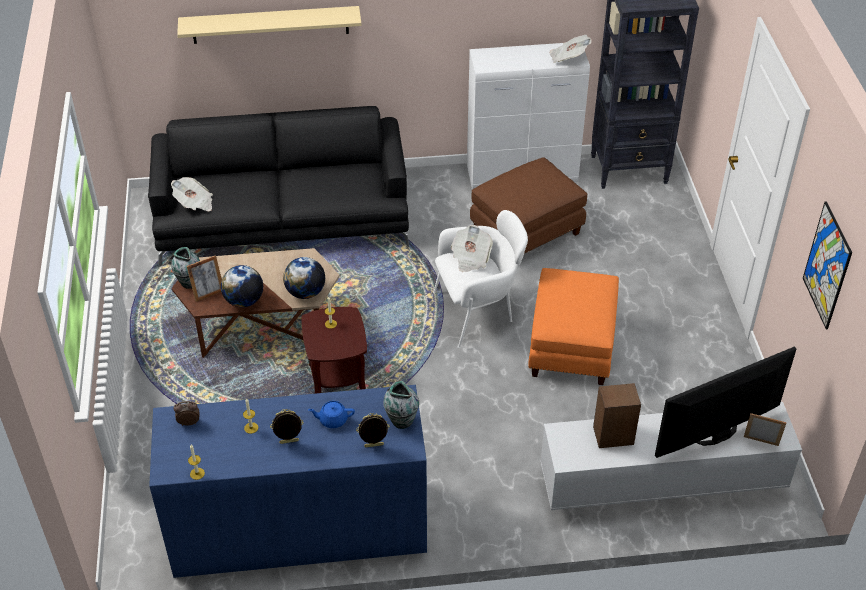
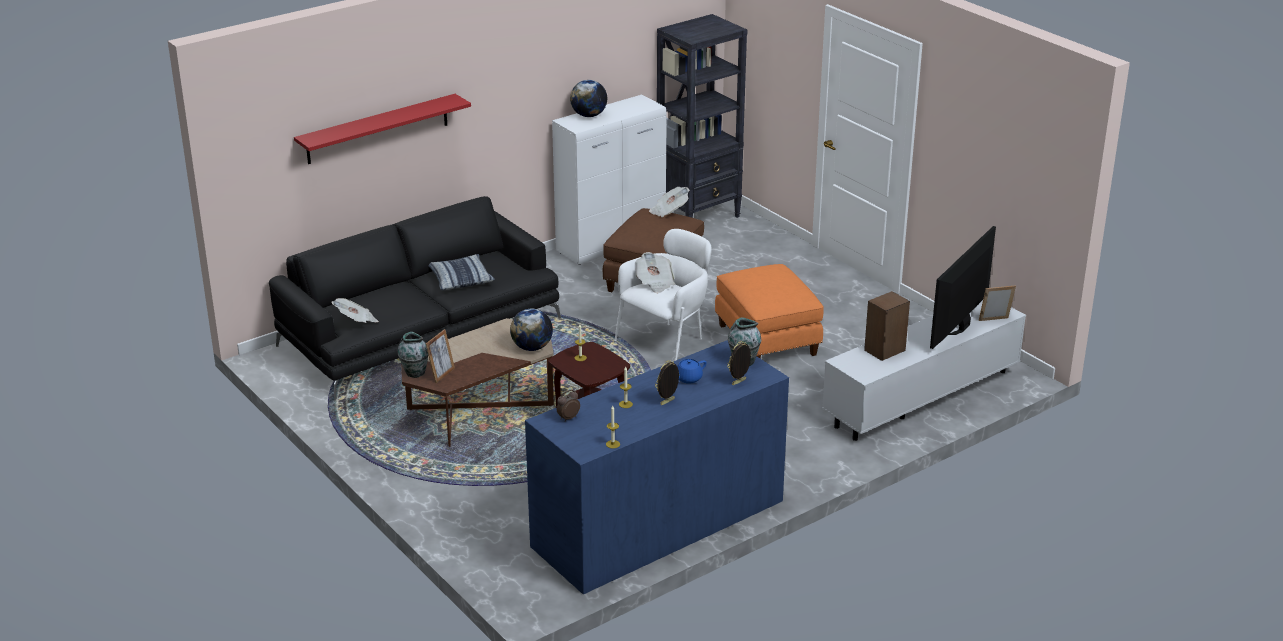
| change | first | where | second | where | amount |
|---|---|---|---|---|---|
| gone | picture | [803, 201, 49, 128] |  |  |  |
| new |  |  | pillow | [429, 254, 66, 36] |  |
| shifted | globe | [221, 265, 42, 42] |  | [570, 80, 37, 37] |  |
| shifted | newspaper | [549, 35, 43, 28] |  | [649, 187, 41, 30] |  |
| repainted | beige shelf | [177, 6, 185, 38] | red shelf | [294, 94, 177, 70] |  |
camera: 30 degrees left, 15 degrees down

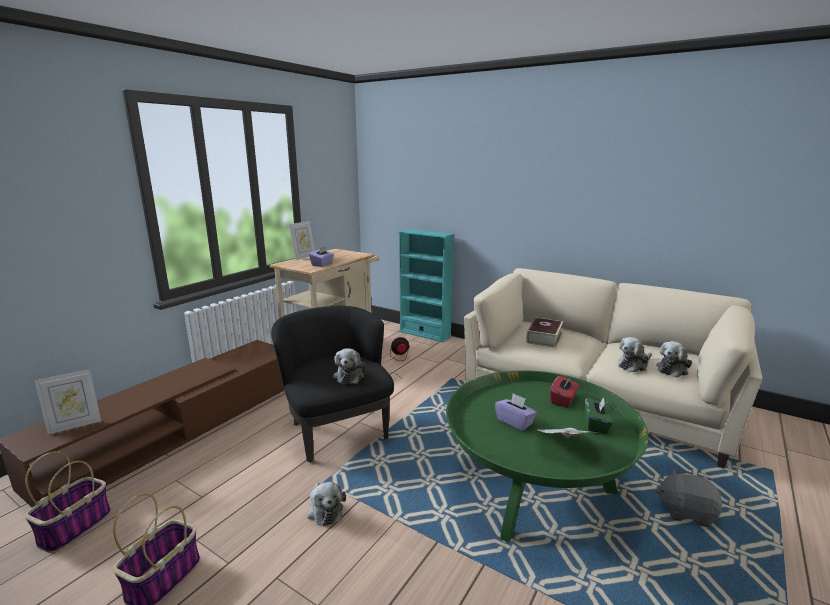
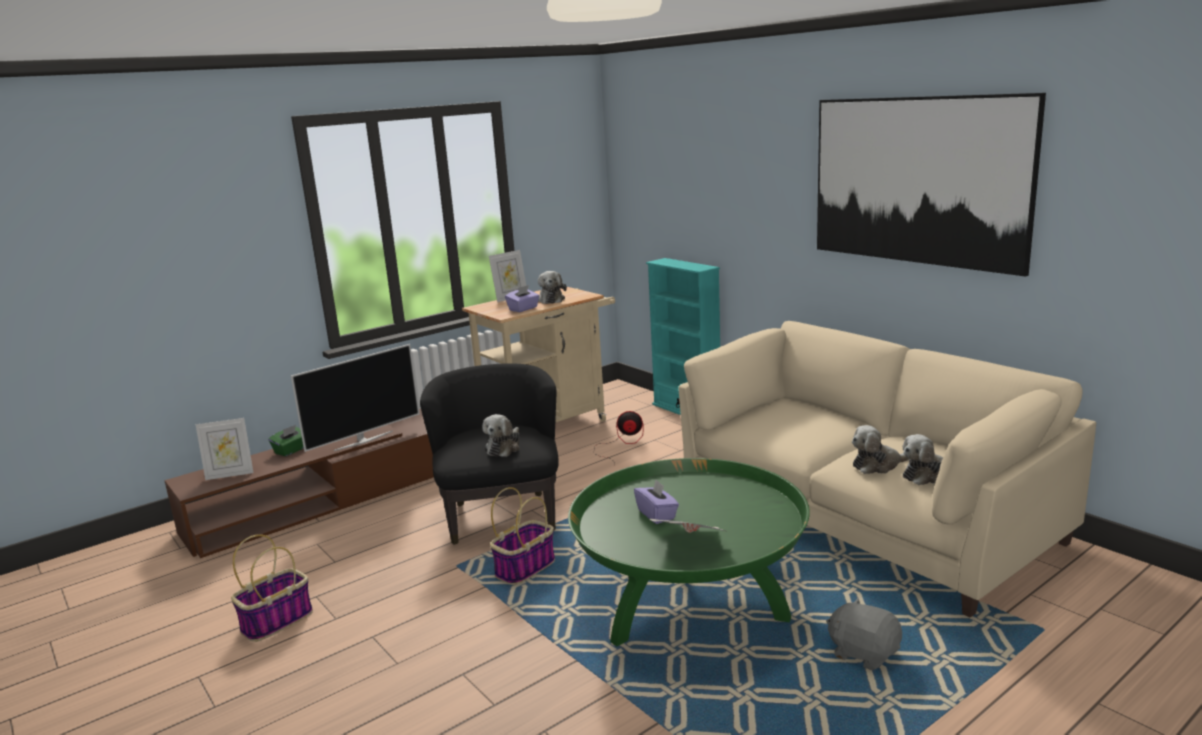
| change | first | where | second | where | amount |
|---|---|---|---|---|---|
| gone | book | [526, 317, 37, 31] |  |  |  |
| gone | red tissue box | [550, 376, 29, 32] |  |  |  |
| new |  |  | television | [291, 344, 129, 108] |  |
| new |  |  | picture | [817, 93, 229, 184] |  |
| shifted | basket | [25, 451, 86, 102] |  | [490, 487, 65, 98] |  |
| shifted | plush toy | [307, 482, 39, 45] |  | [538, 271, 29, 33] |  |
| shifted | green tissue box | [585, 397, 28, 37] |  | [269, 425, 35, 31] |  |
camera: 20 degrees right, 0 degrees up

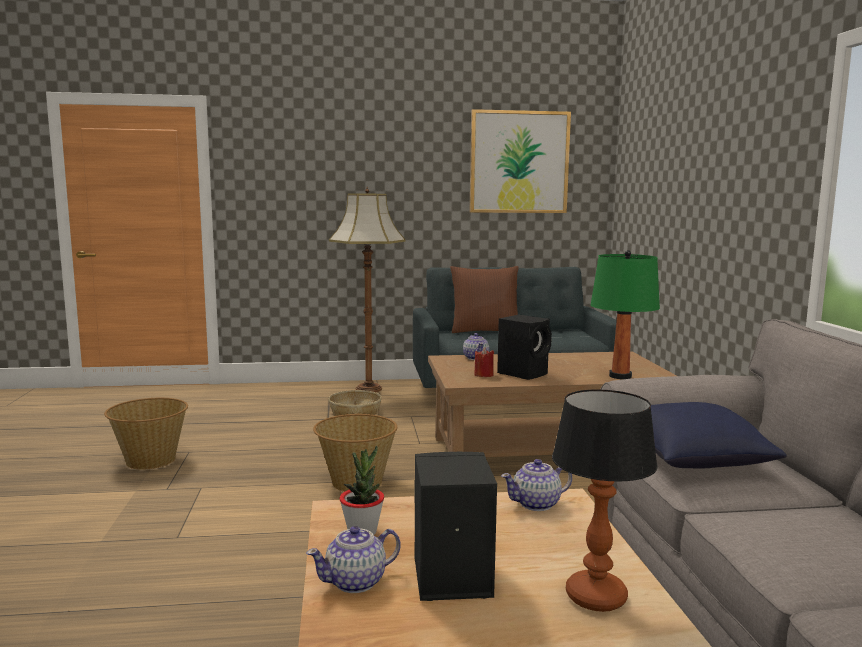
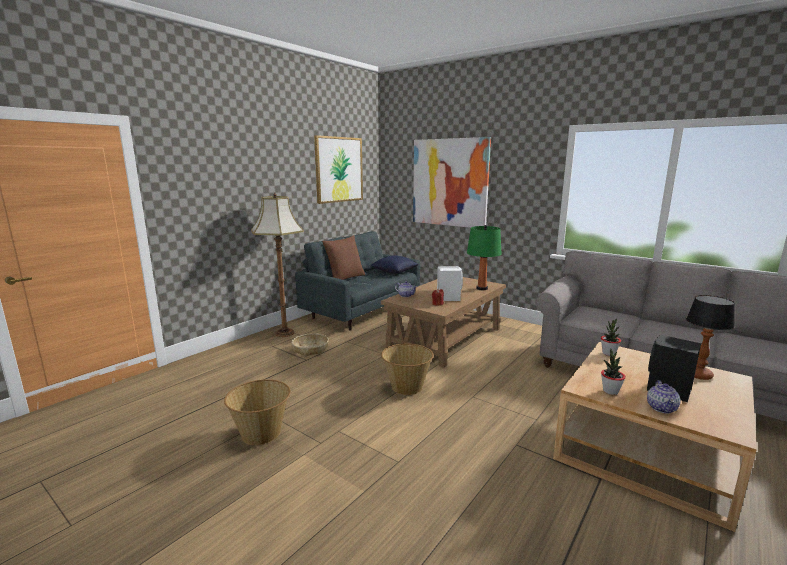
| change | first | where | second | where | amount |
|---|---|---|---|---|---|
| new |  |  | picture | [413, 137, 78, 91] |  |
| shifted | blue pillow | [651, 402, 135, 67] |  | [370, 255, 49, 19] |  |
| swapped | teapot | [501, 459, 71, 52] | potted plant | [601, 318, 20, 38] |  |
| repainted | black speaker | [497, 315, 55, 65] | white speaker | [437, 266, 26, 35] |  |
camera: 45 degrees left, 5 degrees up

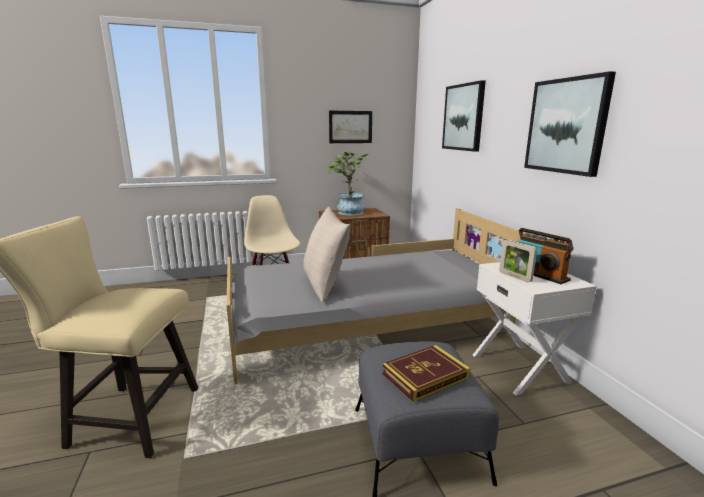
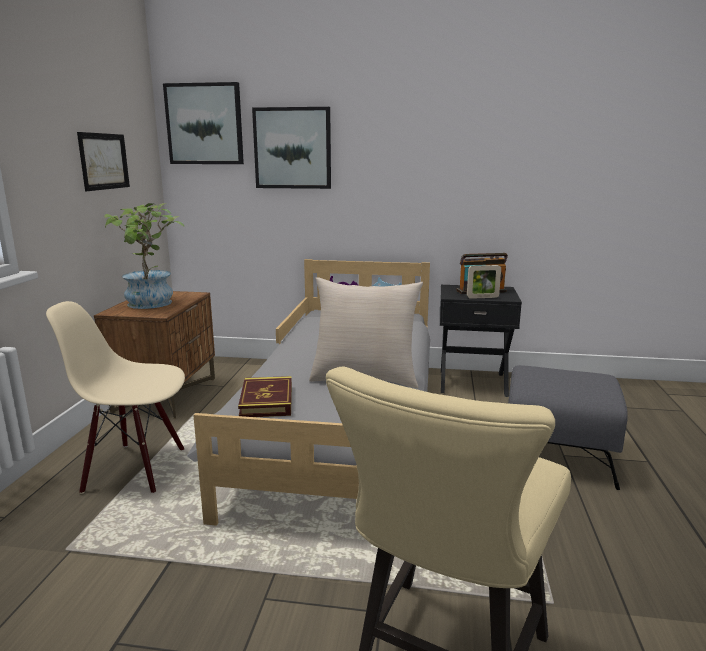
| change | first | where | second | where | amount |
|---|---|---|---|---|---|
| shifted | book | [382, 345, 88, 57] |  | [238, 376, 54, 41] |  |
| shifted | picture | [524, 71, 92, 106] |  | [163, 82, 81, 82] |  |
| repainted | white nightstand | [473, 262, 124, 134] | black nightstand | [440, 285, 82, 112] |  |
camera: 65 degrees left, 0 degrees up

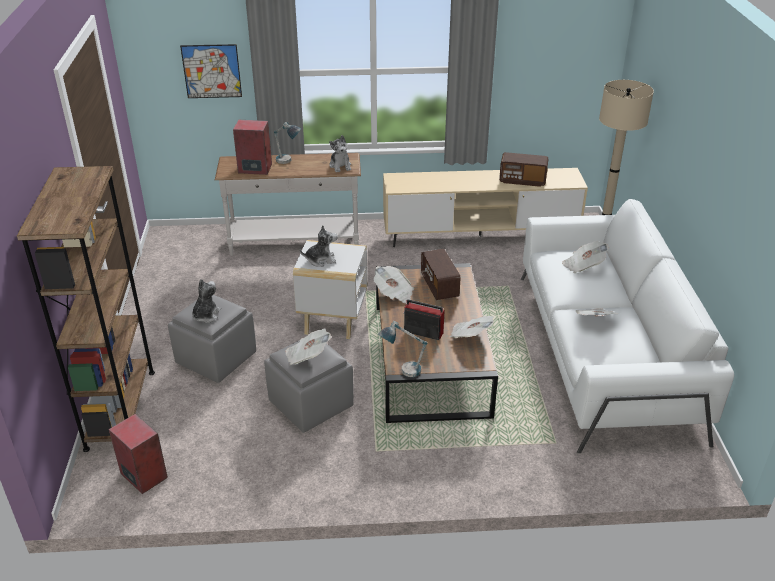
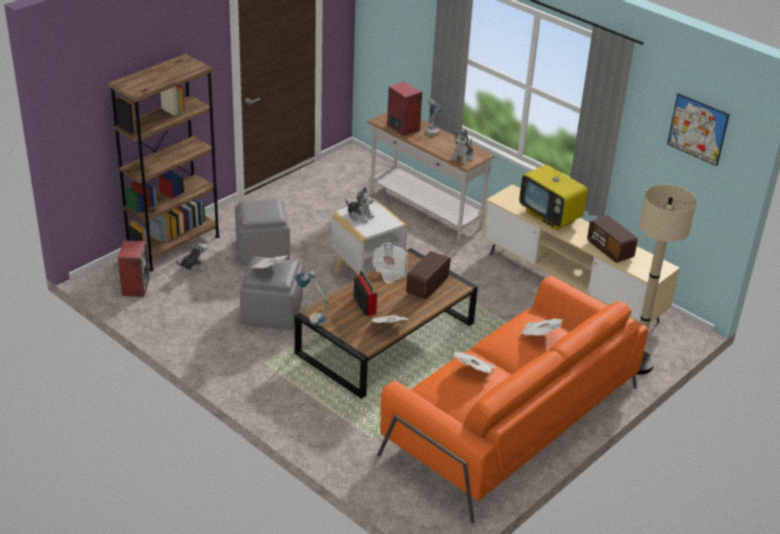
| change | first | where | second | where | amount |
|---|---|---|---|---|---|
| new |  |  | television | [519, 153, 69, 77] |  |
| shifted | picture | [180, 44, 62, 54] |  | [667, 93, 63, 73] |  |
| shifted | plush toy | [192, 279, 29, 44] |  | [176, 238, 32, 36] |  |
| repainted | white sofa | [521, 199, 213, 254] | orange sofa | [377, 276, 272, 247] |  |
camera: 45 degrees right, 0 degrees up

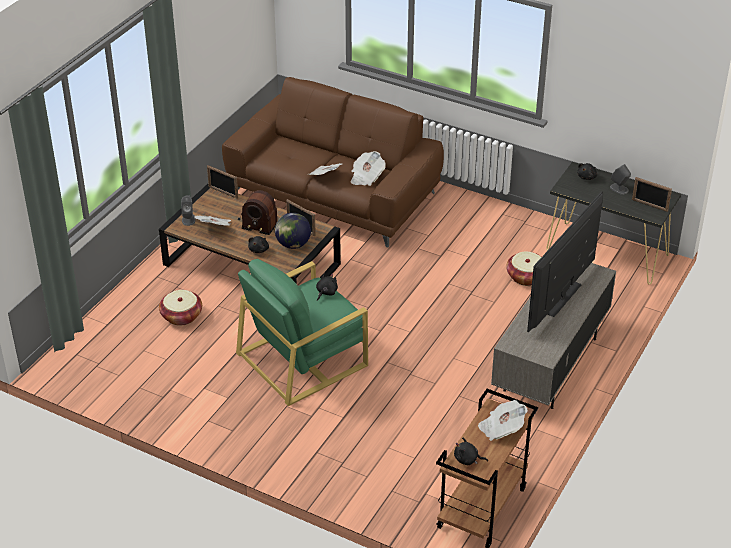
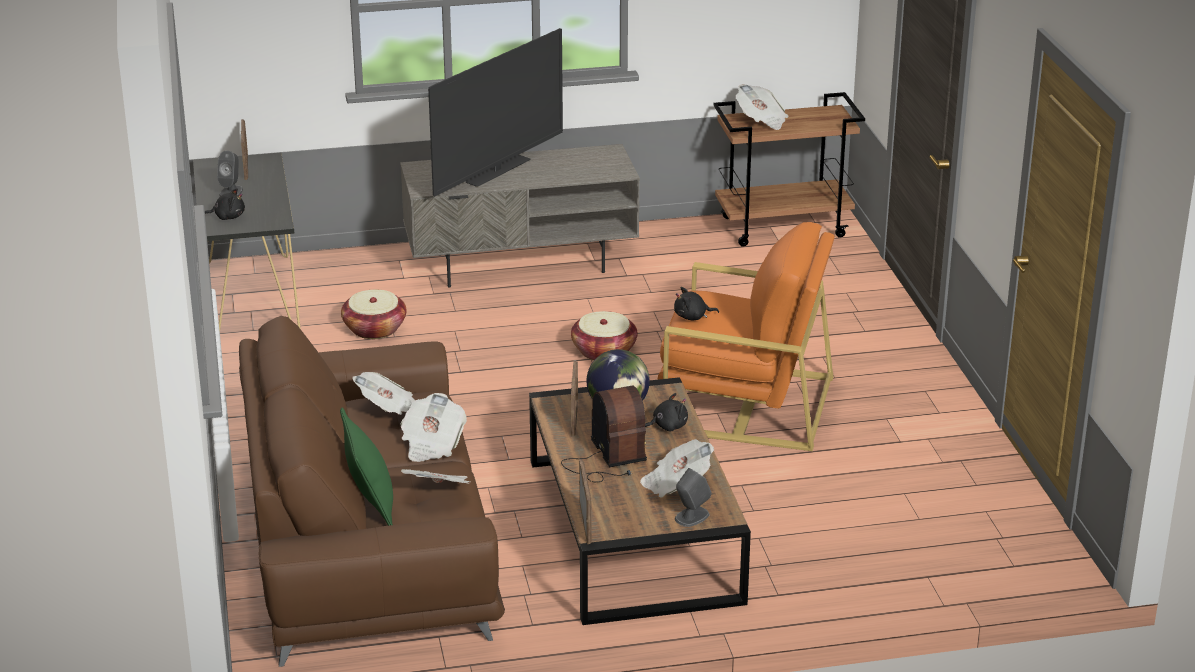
| change | first | where | second | where | amount |
|---|---|---|---|---|---|
| gone | black plush toy | [454, 438, 34, 27] |  |  |  |
| new |  |  | green pillow | [340, 408, 53, 118] |  |
| new |  |  | newspaper | [401, 469, 69, 15] |  |
| shifted | basket | [159, 290, 43, 36] |  | [571, 311, 66, 50] |  |
| repainted | green armchair | [236, 259, 132, 147] | orange armchair | [657, 222, 178, 229] |  |
| rotated | television | [527, 191, 76, 142] |  | [428, 28, 135, 168] | 45 degrees counterclockwise |
camera: 130 degrees left, 10 degrees down

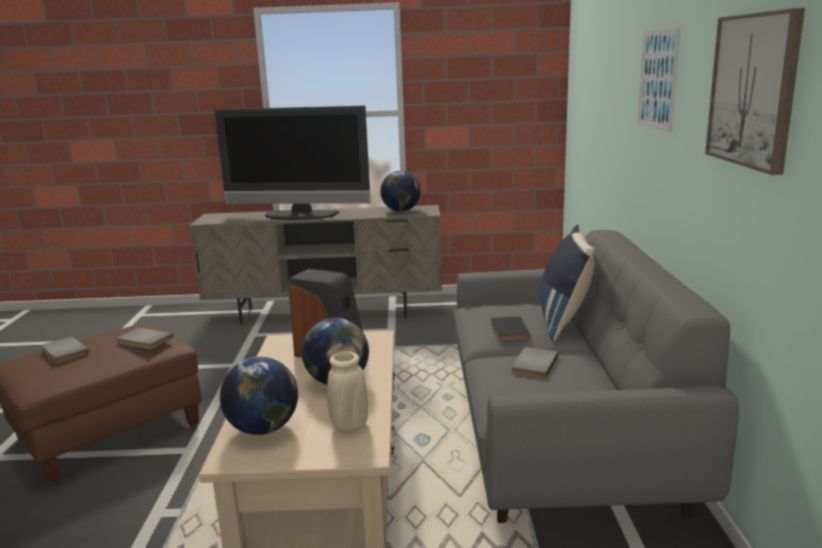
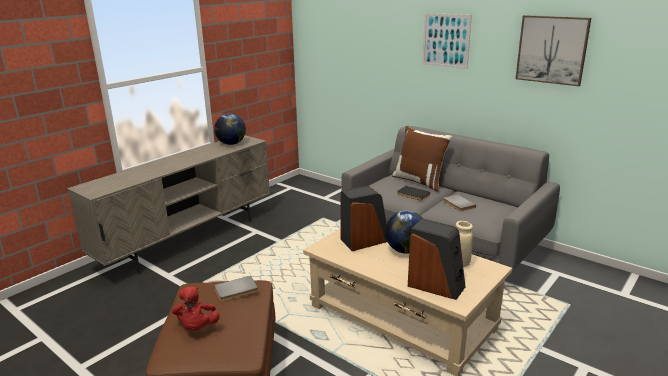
| change | first | where | second | where | amount |
|---|---|---|---|---|---|
| gone | television | [214, 106, 157, 114] |  |  |  |
| swapped | grey book | [41, 336, 48, 27] | red plush toy | [172, 286, 48, 44] |  |
| swapped | globe | [220, 357, 78, 78] | speaker | [408, 219, 57, 81] |  |
| repainted | blue pillow | [539, 225, 56, 116] | brown pillow | [392, 126, 60, 66] |  |
camera: 50 degrees left, 5 degrees up

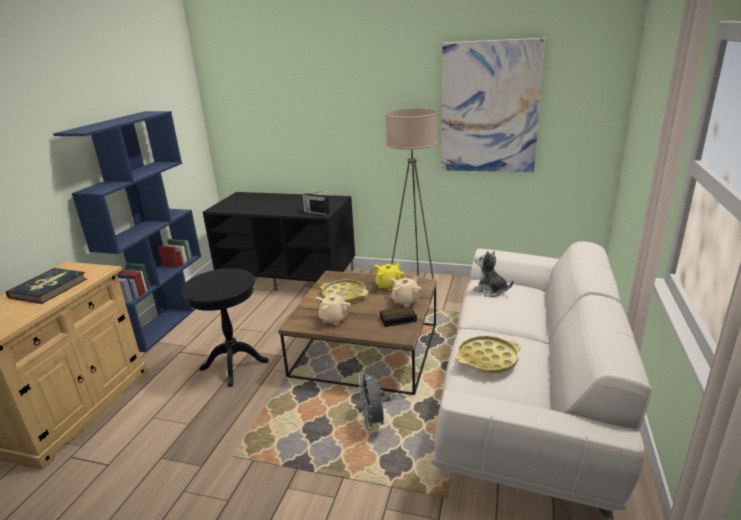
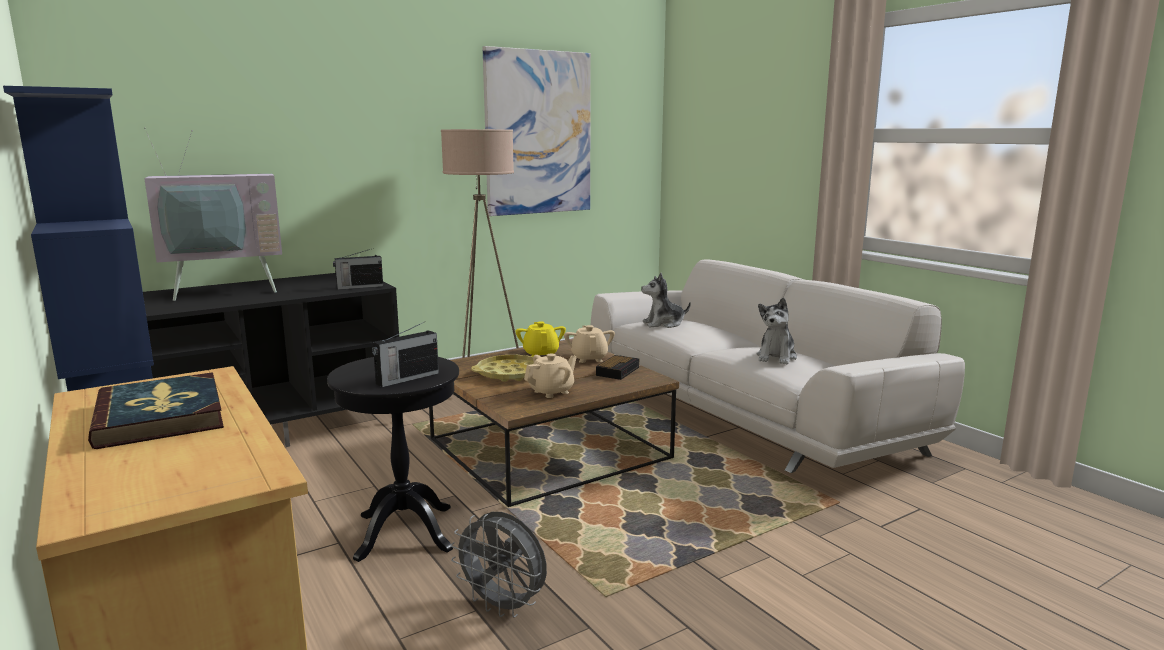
| change | first | where | second | where | amount |
|---|---|---|---|---|---|
| new |  |  | television | [144, 127, 138, 174] |  |
| new |  |  | radio | [372, 321, 67, 66] |  |
| shifted | grey fan | [358, 370, 33, 60] |  | [451, 512, 96, 106] |  |
| swapped | yellow tray | [455, 336, 66, 37] | plush toy | [757, 298, 40, 66] |  |
| rotated | beige teapot | [315, 291, 36, 34] |  | [524, 354, 53, 44] | 75 degrees clockwise |
camera: 50 degrees left, 10 degrees down

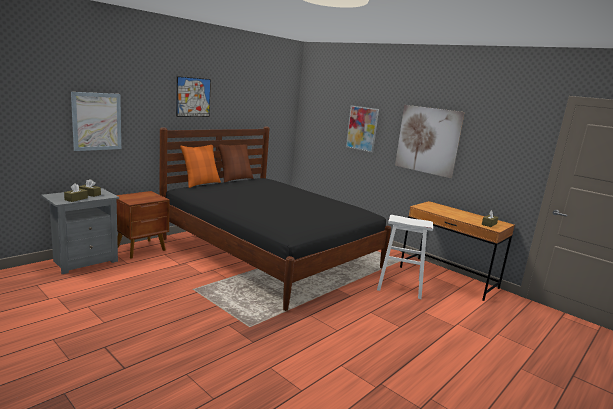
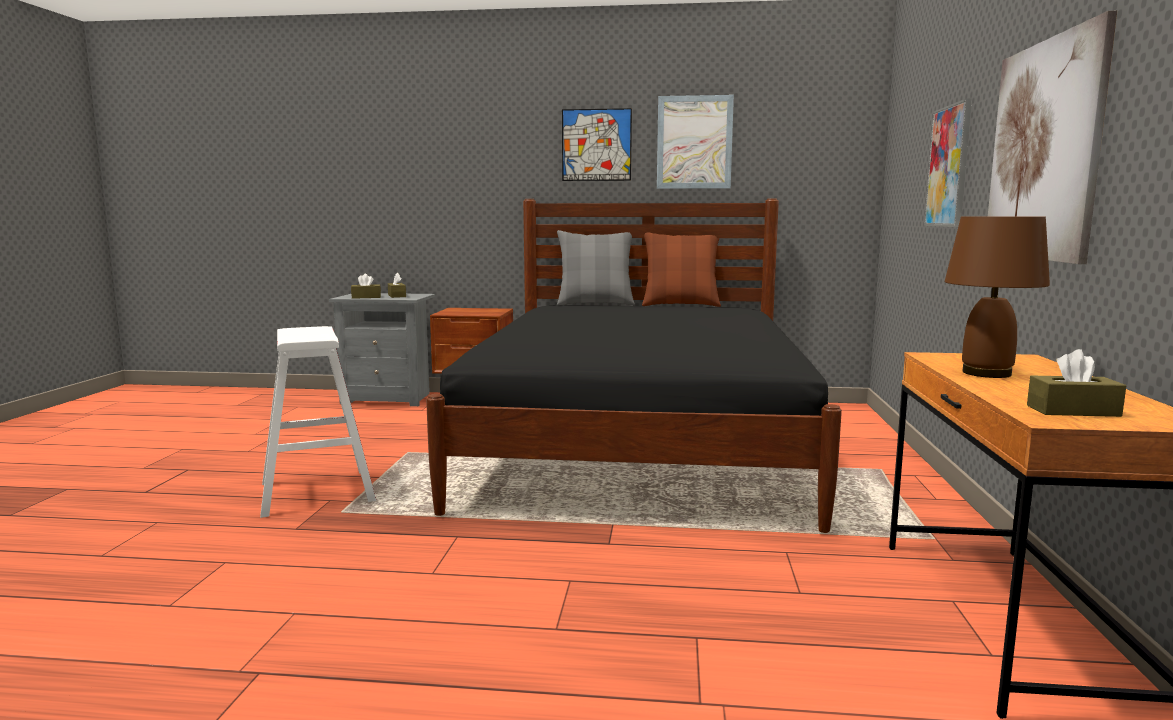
| change | first | where | second | where | amount |
|---|---|---|---|---|---|
| new |  |  | brown table lamp | [945, 216, 105, 162] |  |
| shifted | picture | [71, 92, 50, 59] |  | [657, 95, 77, 94] |  |
| shifted | white stool | [377, 215, 56, 84] |  | [260, 326, 116, 192] |  |
| repainted | orange pillow | [180, 145, 41, 43] | grey pillow | [557, 230, 78, 75] |  |
camera: 55 degrees right, 5 degrees down

